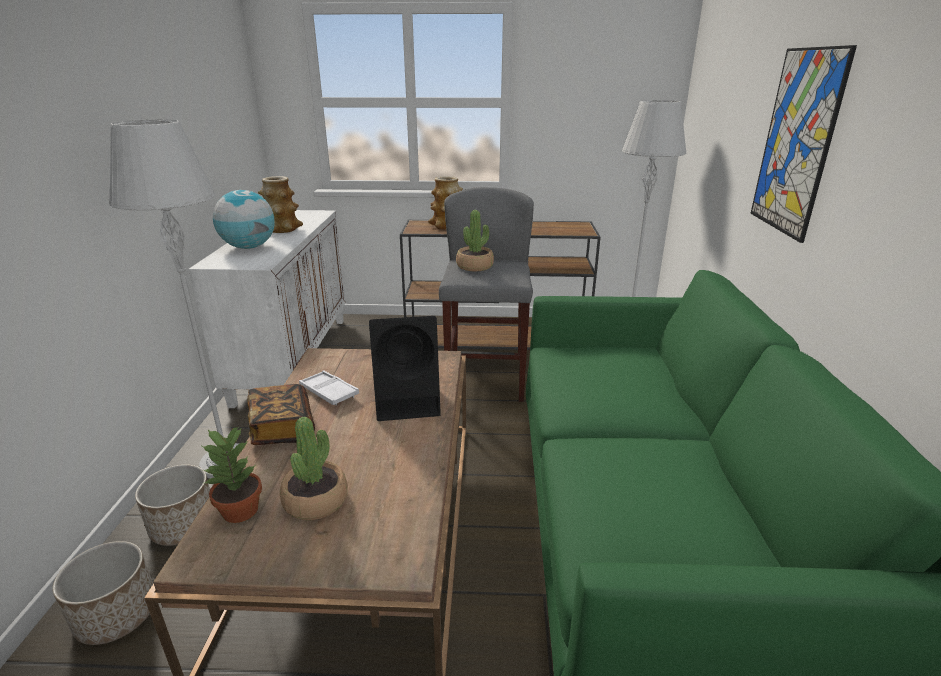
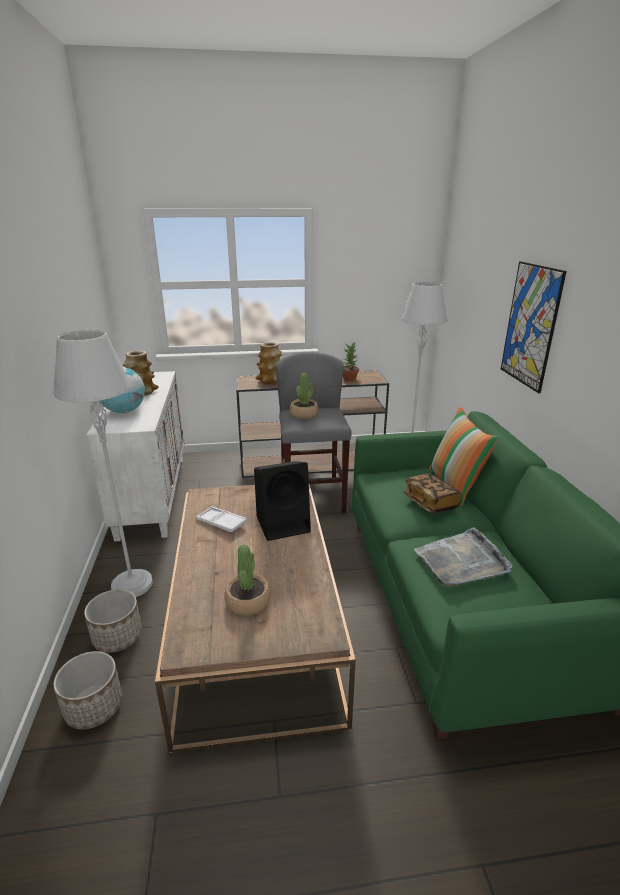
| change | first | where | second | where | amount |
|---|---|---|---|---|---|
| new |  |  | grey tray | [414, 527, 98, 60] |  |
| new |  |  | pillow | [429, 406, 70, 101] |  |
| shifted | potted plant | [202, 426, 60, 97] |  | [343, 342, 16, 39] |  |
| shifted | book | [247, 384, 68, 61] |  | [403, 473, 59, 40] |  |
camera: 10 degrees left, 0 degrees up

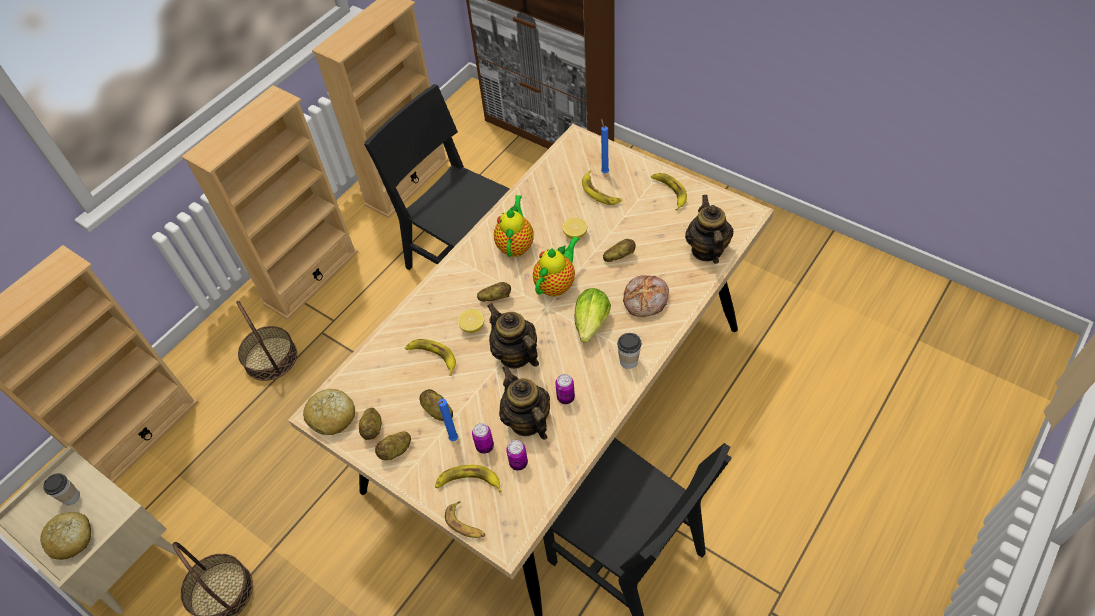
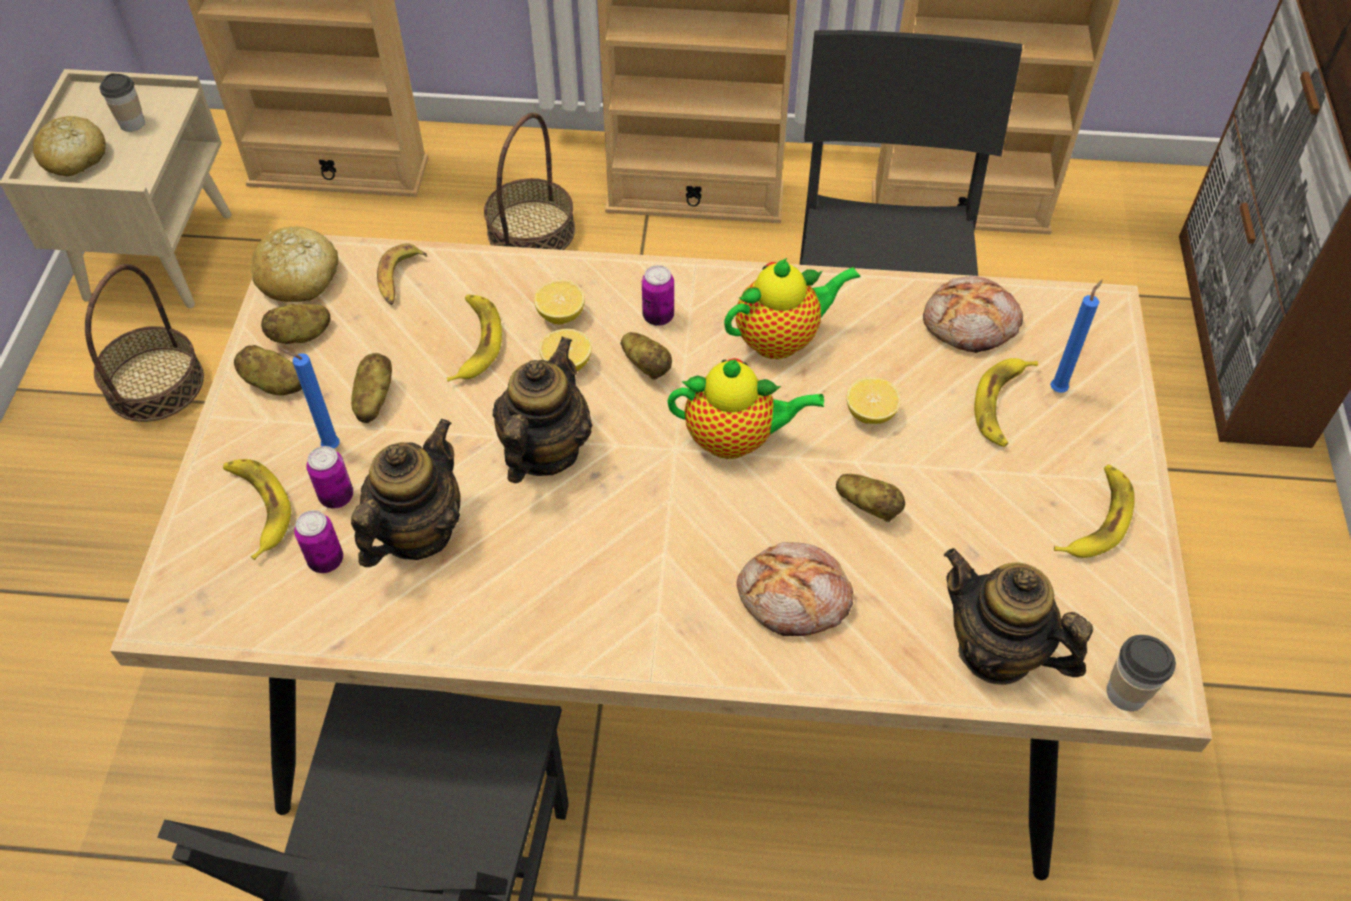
| change | first | where | second | where | amount |
|---|---|---|---|---|---|
| gone | lettuce | [574, 288, 37, 55] |  |  |  |
| new |  |  | lemon | [534, 280, 51, 44] |  |
| new |  |  | bread | [923, 276, 100, 77] |  |
| shifted | banana | [445, 501, 40, 37] |  | [377, 243, 50, 62] |  |
| shifted | can | [555, 374, 20, 30] |  | [642, 265, 32, 61] |  |
| shifted | cup | [617, 333, 24, 36] |  | [1106, 635, 70, 76] |  |
| rotated | teapot | [685, 195, 49, 69] |  | [944, 548, 149, 137] | 105 degrees counterclockwise |
camera: 55 degrees right, 0 degrees up

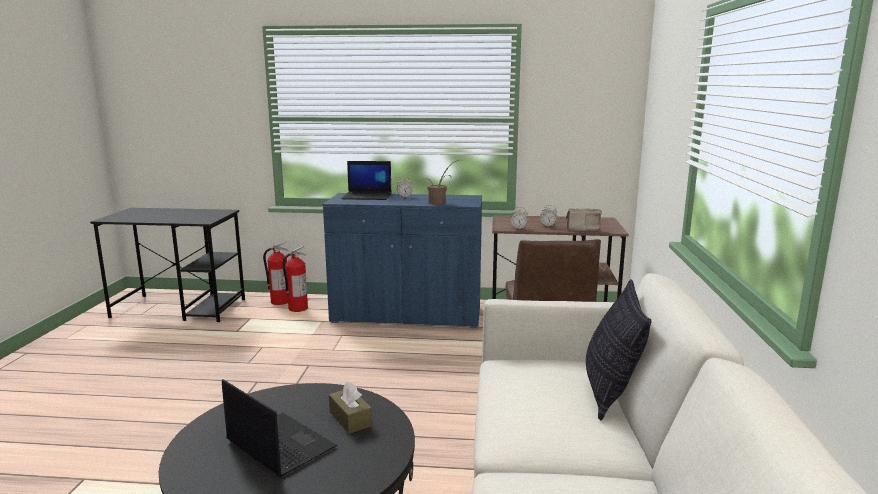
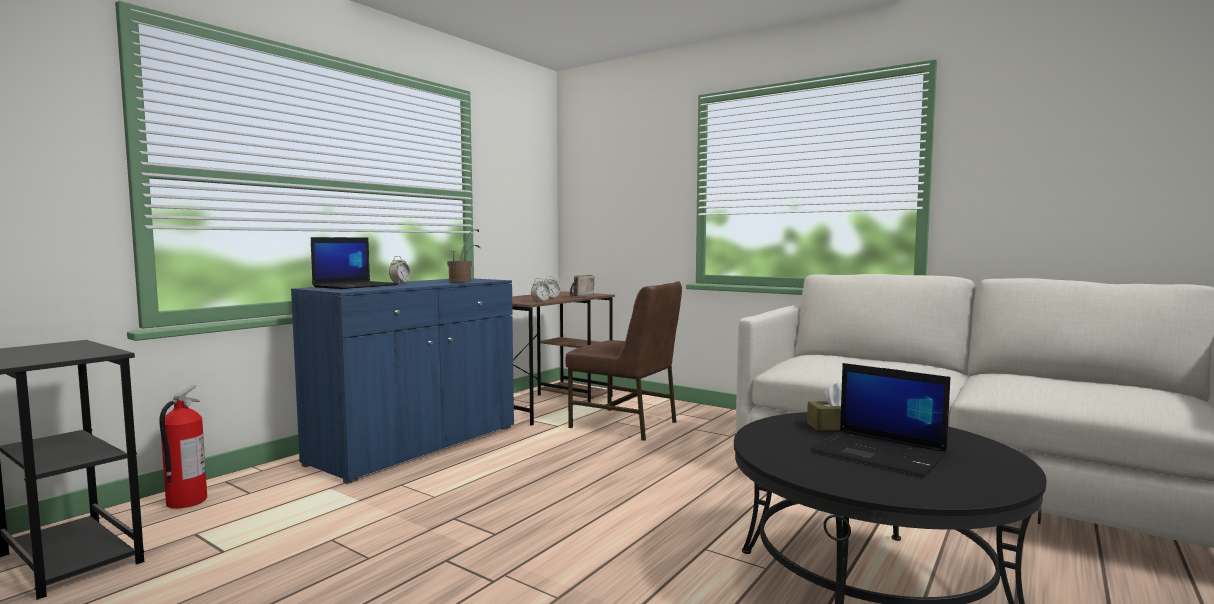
| change | first | where | second | where | amount |
|---|---|---|---|---|---|
| gone | fire extinguisher | [282, 246, 26, 66] |  |  |  |
| gone | pillow | [586, 279, 65, 142] |  |  |  |
| rotated | laptop | [222, 379, 115, 98] |  | [811, 363, 139, 113] | 120 degrees counterclockwise |
camera: 60 degrees left, 10 degrees down

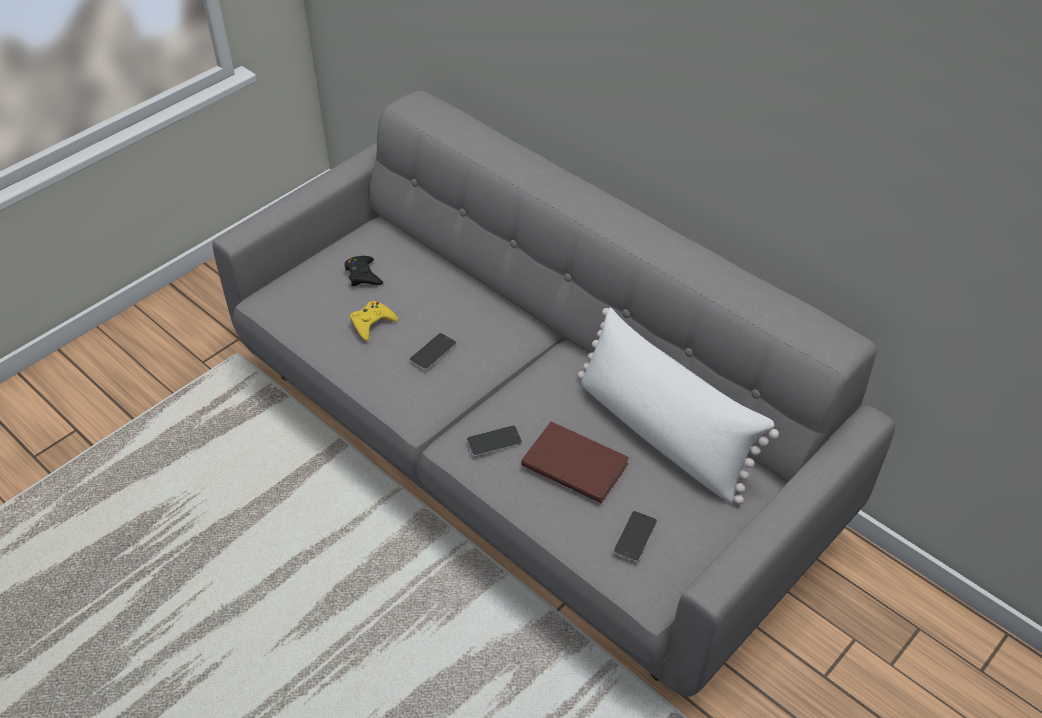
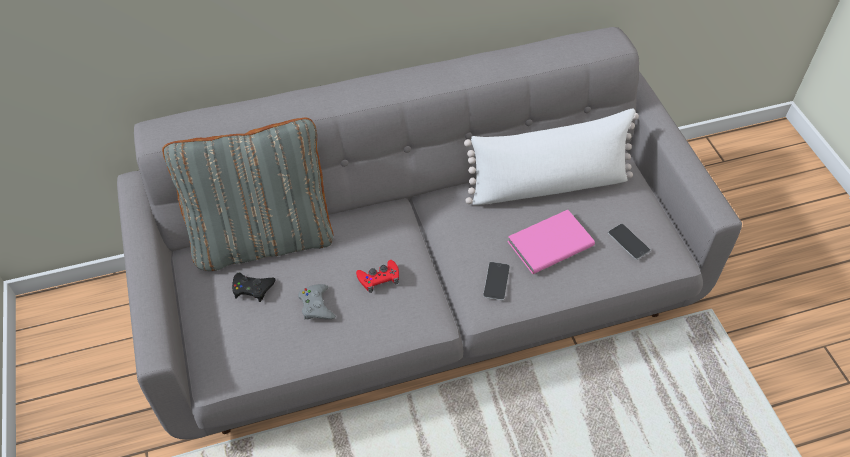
| change | first | where | second | where | amount |
|---|---|---|---|---|---|
| new |  |  | grey pillow | [162, 117, 171, 154] |  |
| swapped | phone | [409, 333, 48, 37] | red game controller | [356, 260, 43, 33] |  |
| repainted | yellow game controller | [350, 301, 48, 40] | grey game controller | [298, 284, 38, 35] |  |
| repainted | brown book | [521, 422, 108, 81] | pink book | [507, 210, 88, 64] |  |
camera: 60 degrees left, 5 degrees up

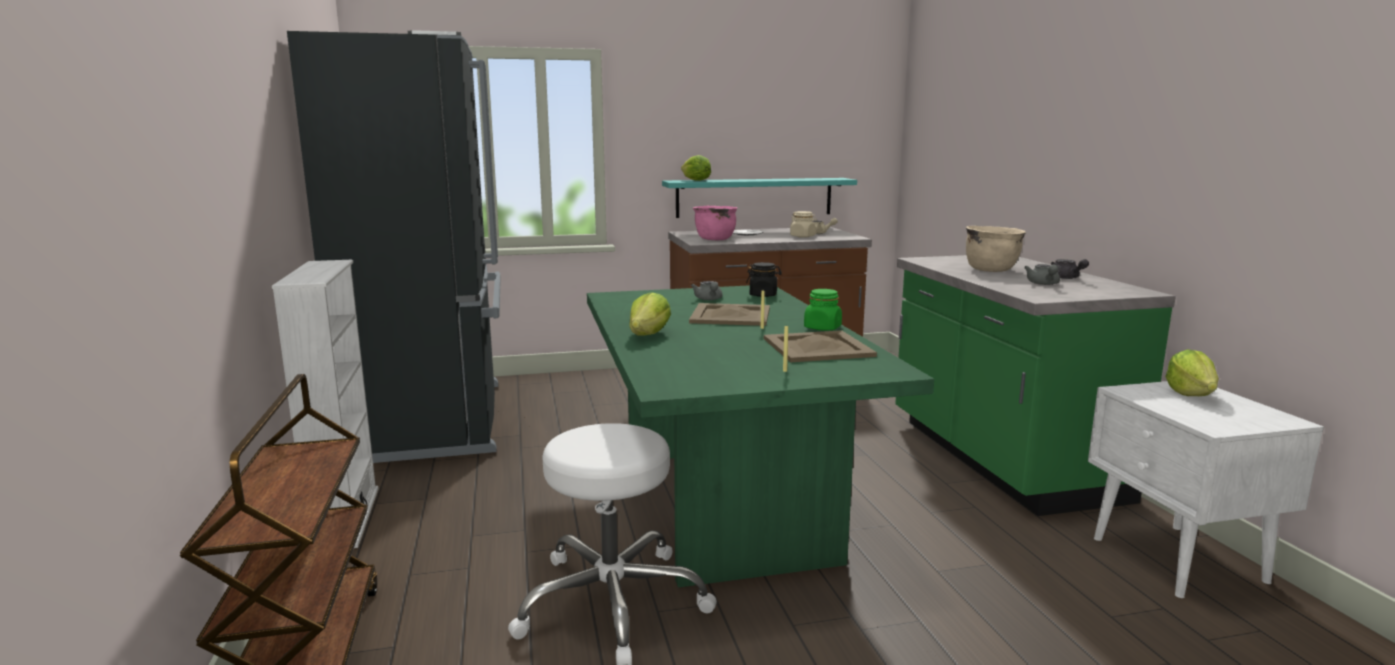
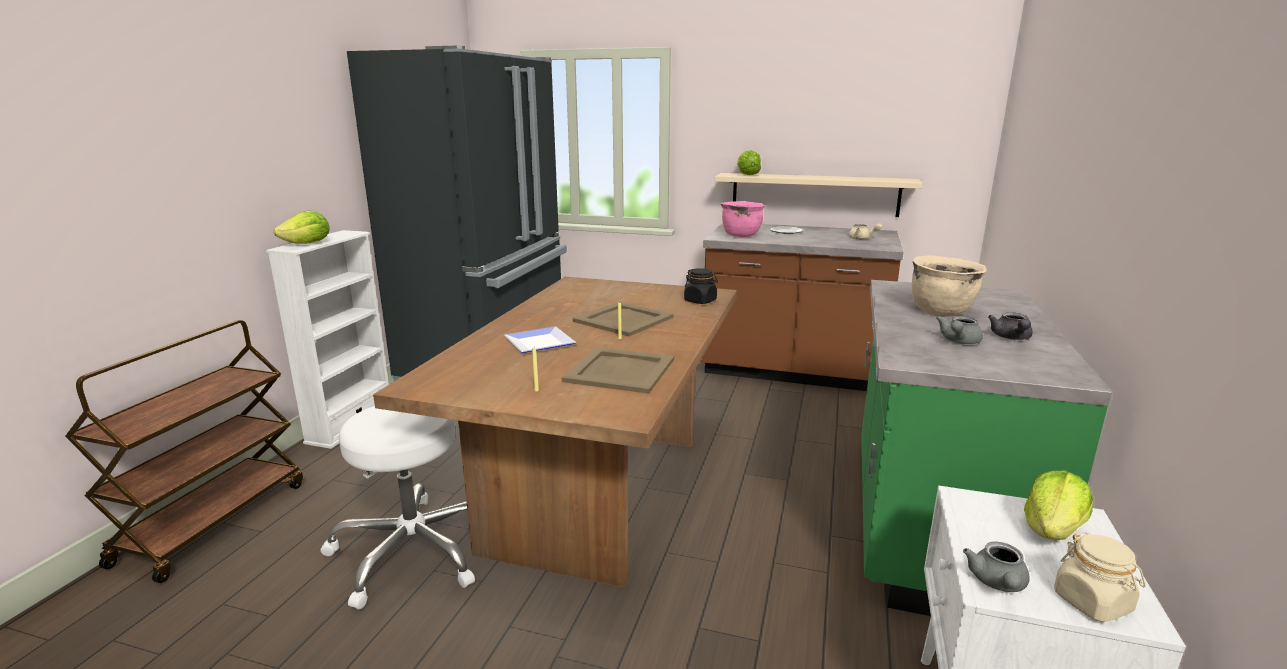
| change | first | where | second | where | amount |
|---|---|---|---|---|---|
| gone | green jar | [804, 289, 38, 42] |  |  |  |
| new |  |  | plate | [504, 326, 73, 27] |  |
| shifted | lettuce | [629, 292, 42, 44] |  | [273, 210, 57, 34] |  |
| shifted | grey teapot | [691, 281, 31, 19] |  | [963, 541, 67, 51] |  |
| shifted | beige jar | [790, 211, 27, 27] |  | [1054, 532, 92, 90] |  |
| repainted | green dining table | [587, 285, 347, 303] | brown dining table | [373, 277, 364, 311] |  |
| repainted | turquoise shelf | [662, 178, 195, 40] | beige shelf | [715, 173, 207, 44] |  |
camera: 30 degrees right, 5 degrees up

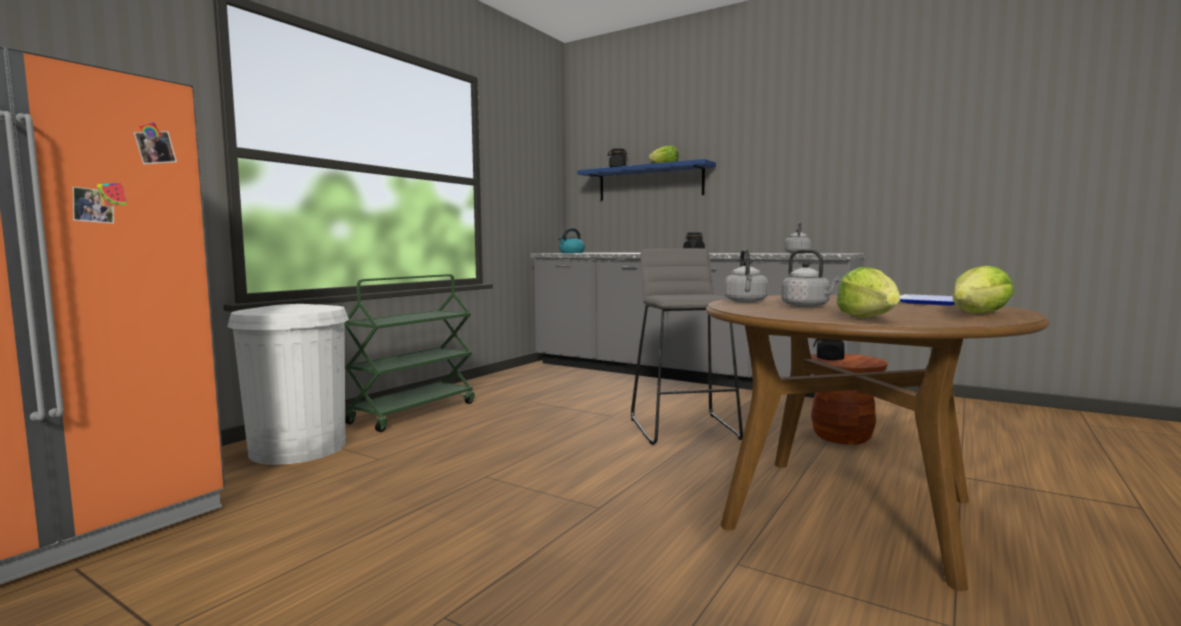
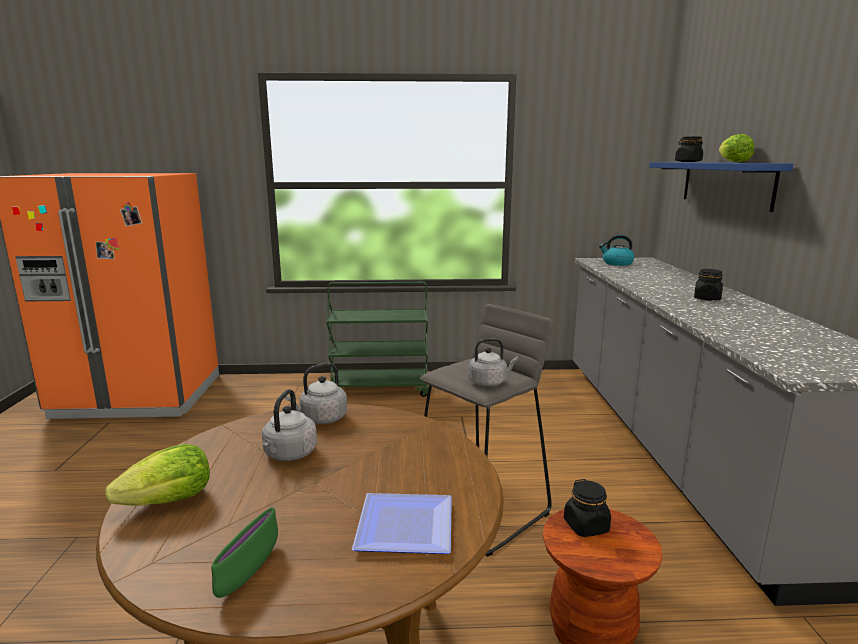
| change | first | where | second | where | amount |
|---|---|---|---|---|---|
| gone | white trash can | [227, 304, 122, 161] |  |  |  |
| shifted | grey kettle | [785, 222, 26, 32] |  | [468, 338, 50, 49] |  |
| swapped | lettuce | [953, 265, 61, 49] | green bowl | [211, 507, 67, 91] |  |
camera: 55 degrees right, 10 degrees up

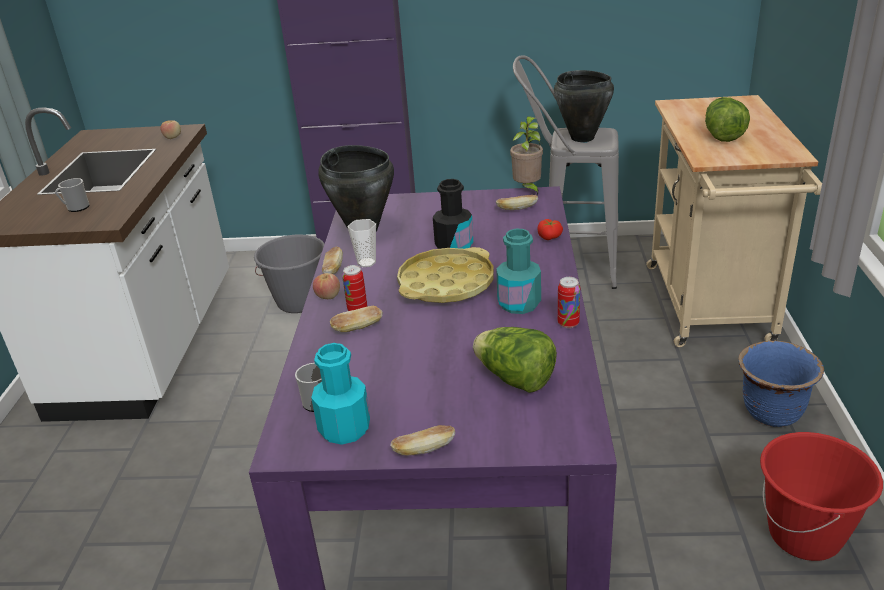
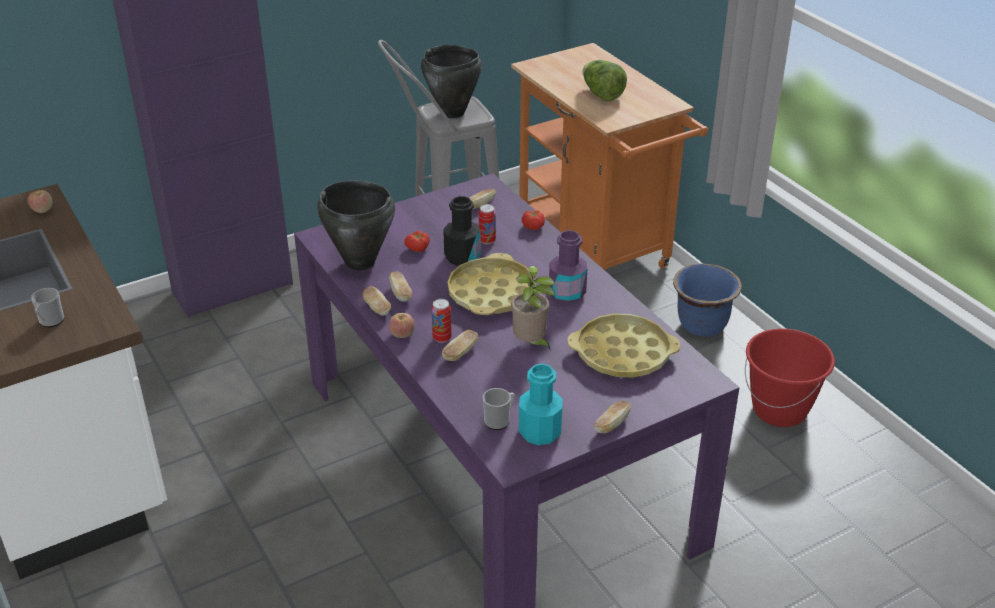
| change | first | where | second | where | amount |
|---|---|---|---|---|---|
| gone | grey bucket | [254, 234, 71, 79] |  |  |  |
| new |  |  | tomato | [404, 231, 26, 21] |  |
| shifted | potted plant | [510, 116, 33, 79] |  | [511, 266, 44, 85] |  |
| shifted | can | [558, 277, 22, 51] |  | [479, 204, 17, 40] |  |
| swapped | cup | [348, 219, 28, 48] | bread | [389, 272, 23, 30] |  |
| swapped | lettuce | [473, 327, 84, 66] | yellow tray | [568, 314, 112, 64] |  |
| repainted | turquoise bottle | [496, 229, 45, 85] | purple bottle | [549, 230, 38, 73] |  |
| repainted | beige cart | [646, 95, 176, 252] | orange cart | [511, 43, 197, 227] |  |
camera: 35 degrees left, 5 degrees up

